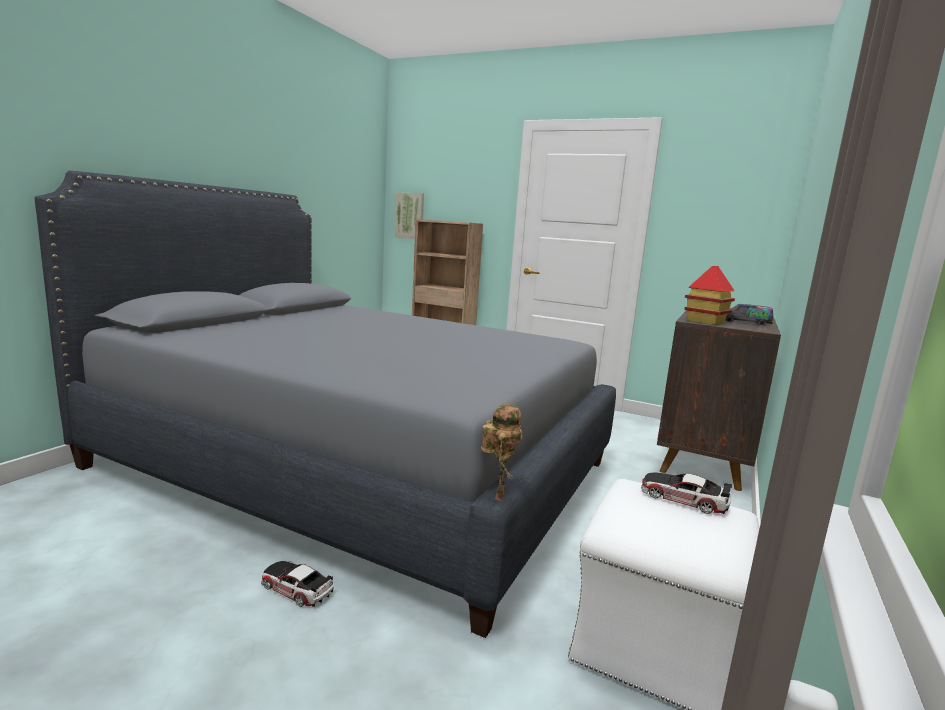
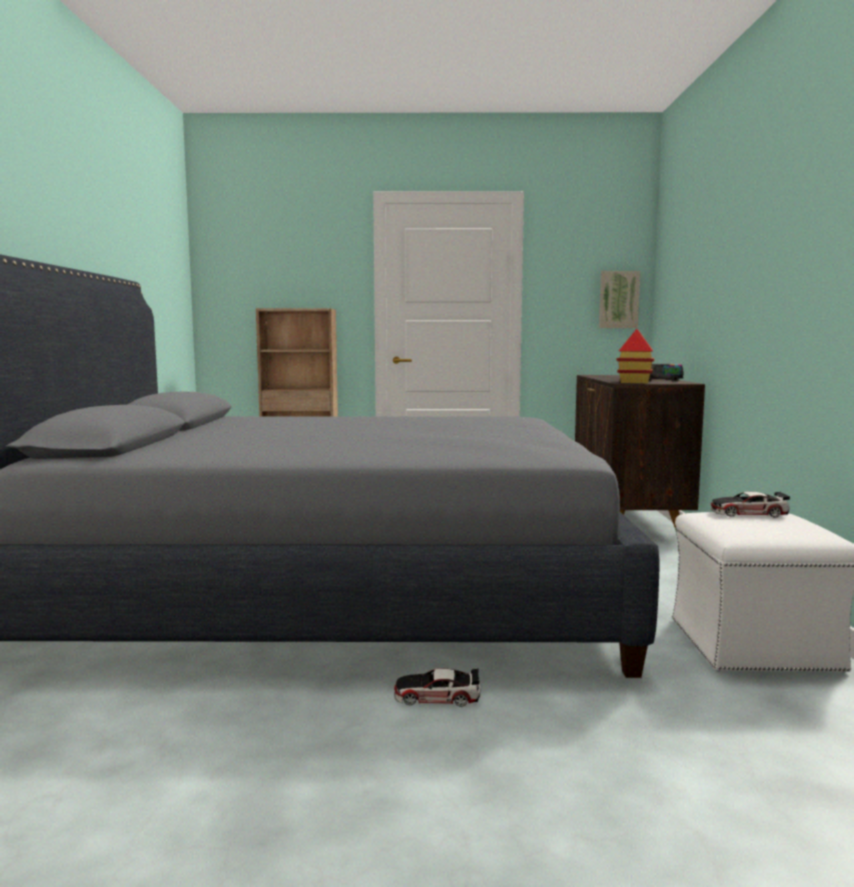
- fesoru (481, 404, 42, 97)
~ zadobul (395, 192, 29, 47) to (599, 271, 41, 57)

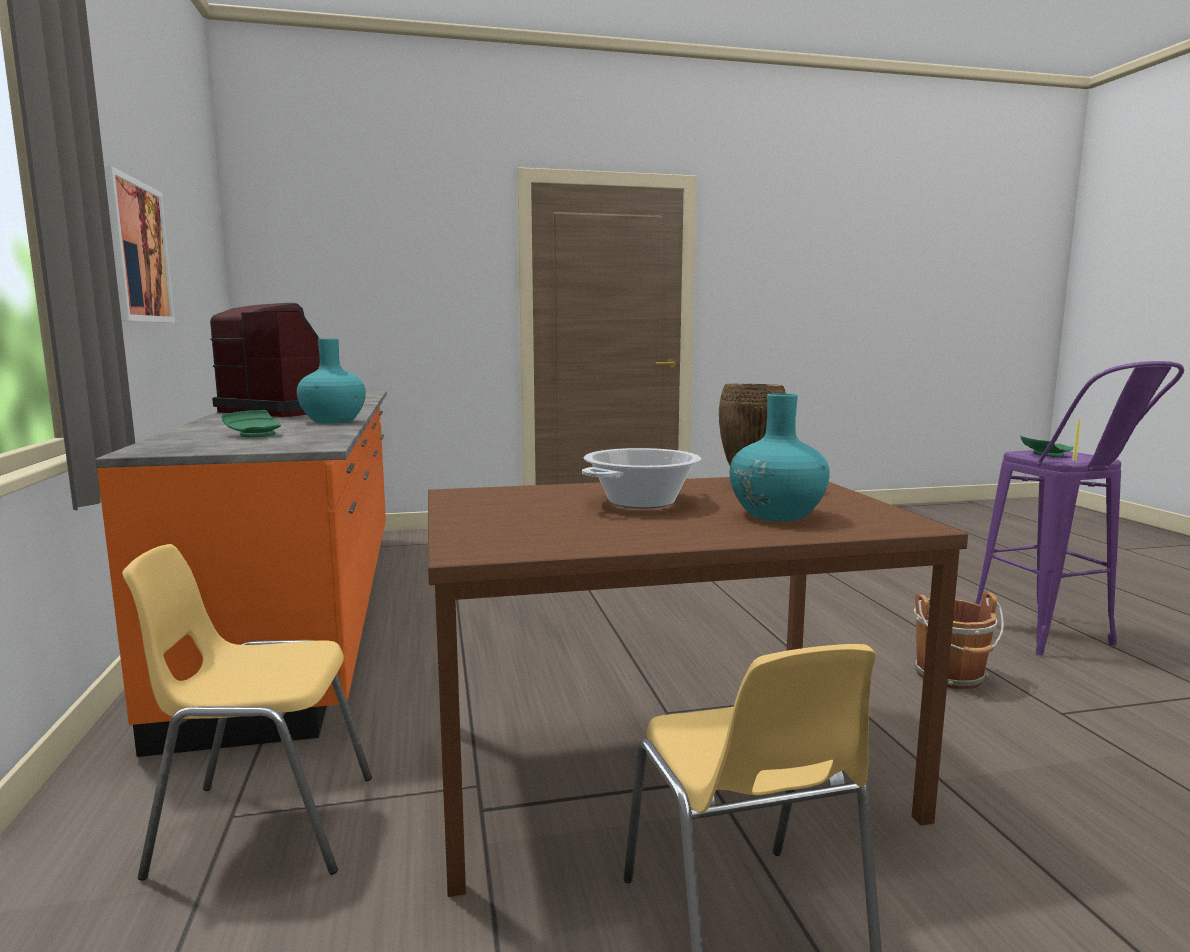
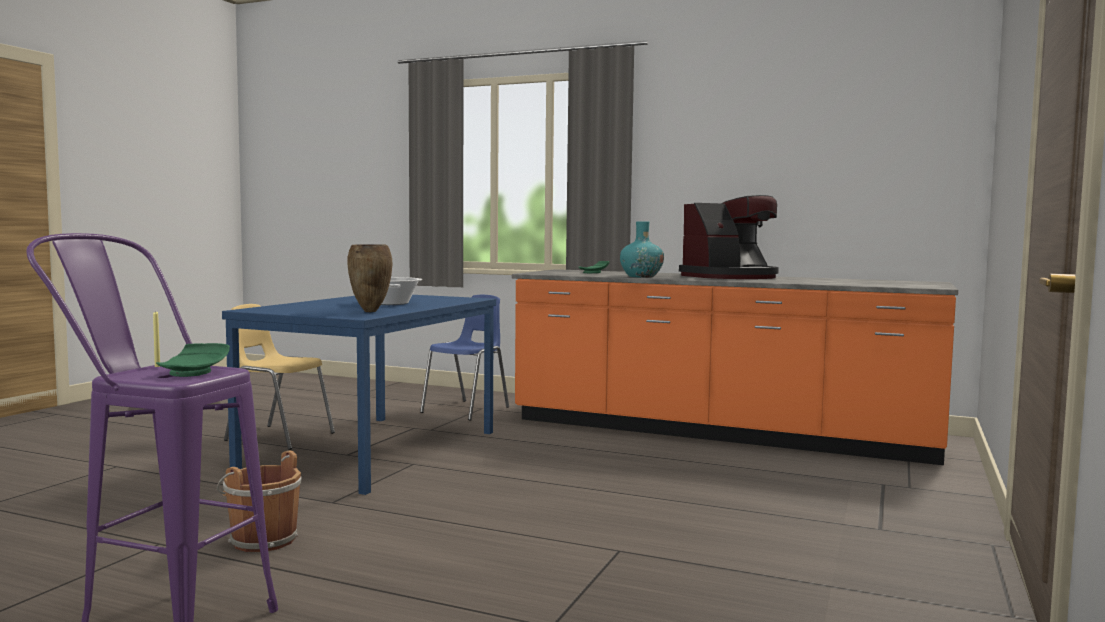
- zadobul (104, 166, 71, 157)
- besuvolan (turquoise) (730, 393, 100, 129)
~ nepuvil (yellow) (123, 544, 249, 337) to nepuvil (blue) (420, 295, 89, 126)
~ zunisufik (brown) (428, 477, 540, 420) to zunisufik (blue) (222, 295, 274, 200)

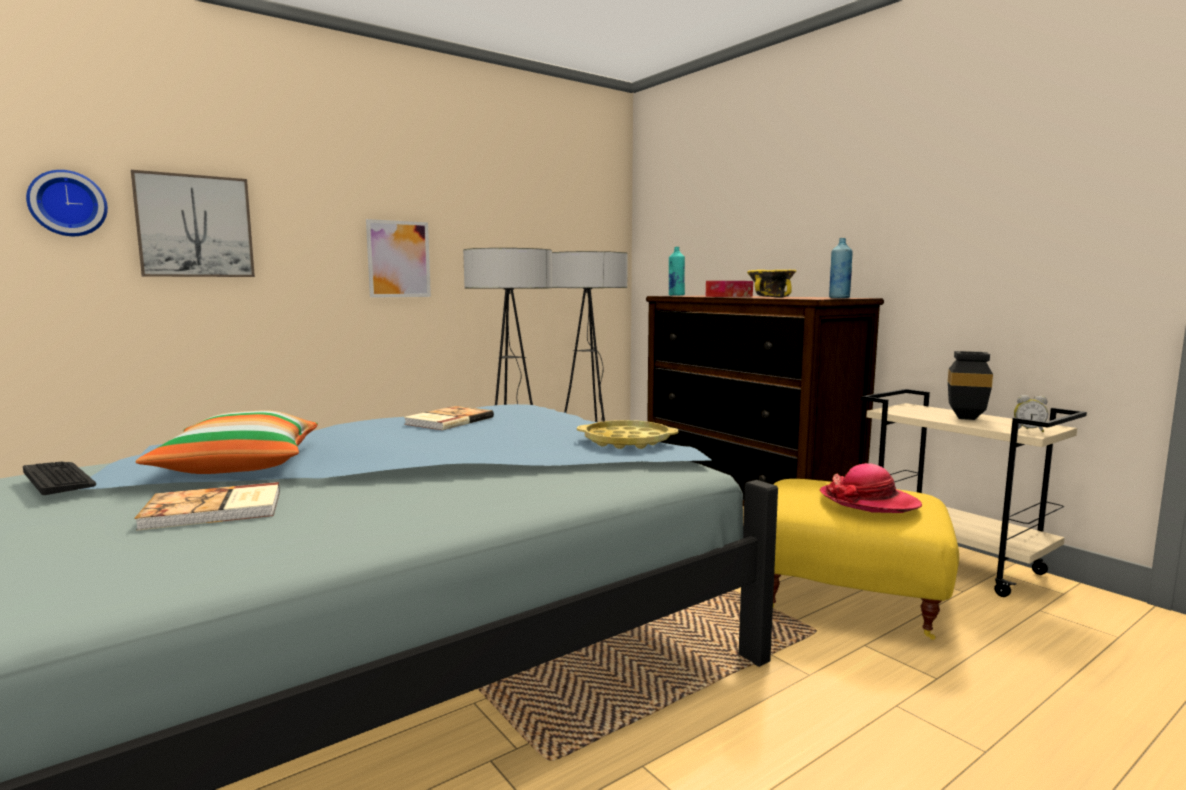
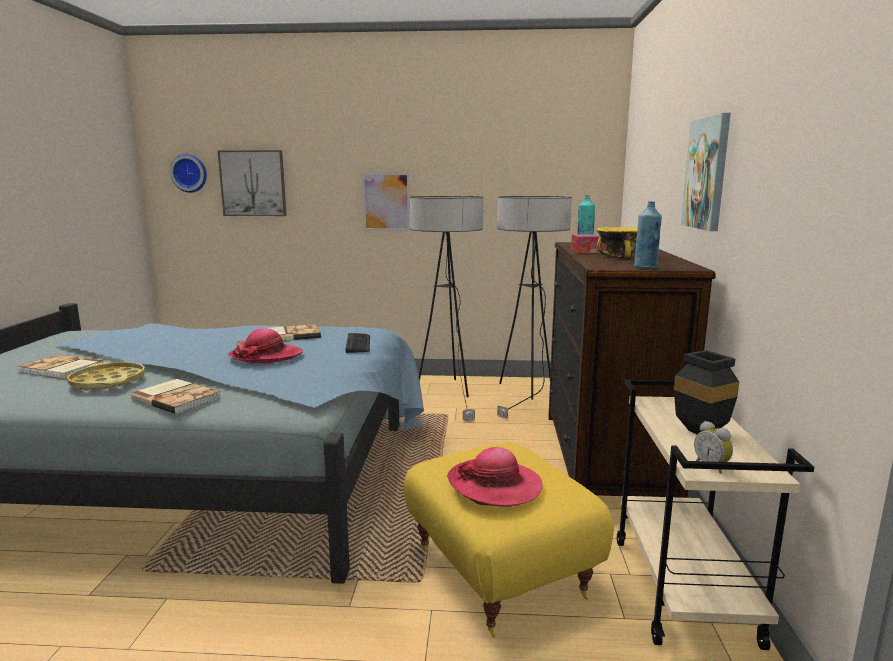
- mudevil (135, 410, 183, 64)
+ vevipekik (131, 379, 90, 35)
+ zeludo (229, 328, 74, 35)
+ zadobul (681, 113, 50, 118)
~ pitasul (23, 462, 73, 33) to (346, 333, 24, 20)
~ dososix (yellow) (577, 420, 101, 29) to (67, 362, 78, 29)

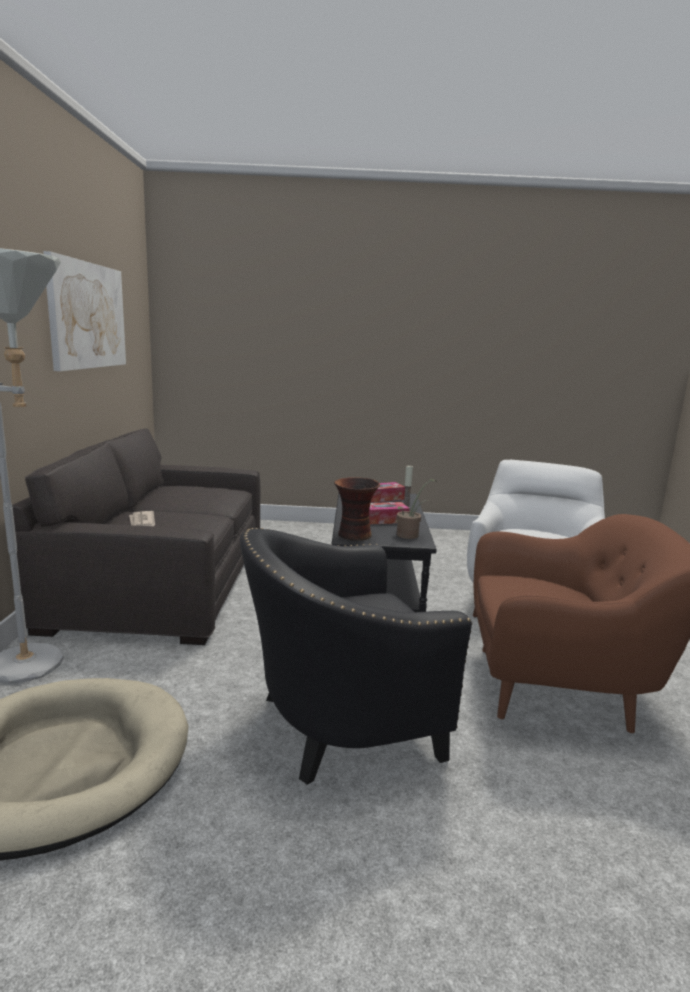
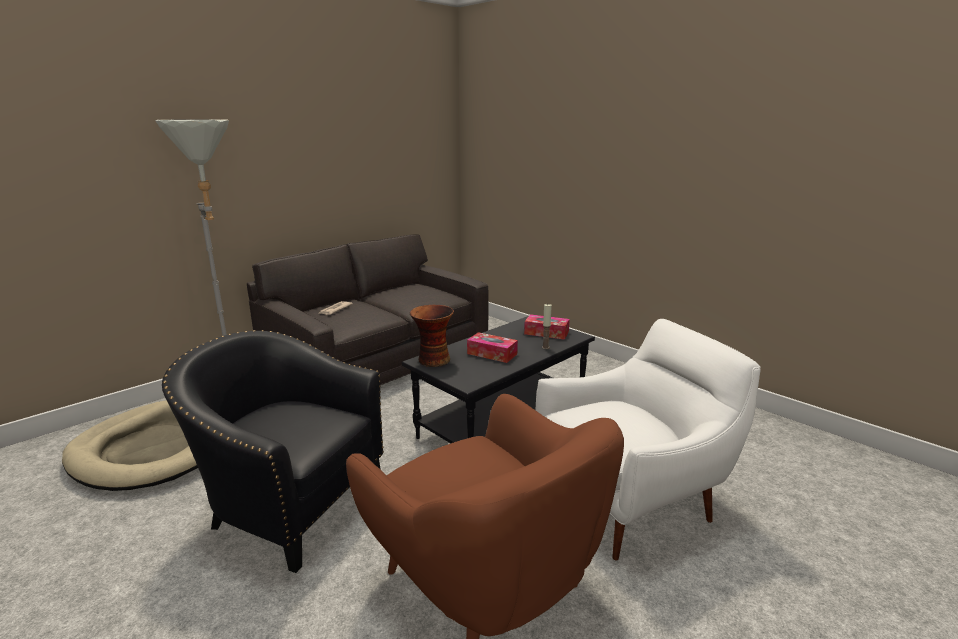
- zadobul (43, 251, 83, 120)
- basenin (397, 479, 39, 60)

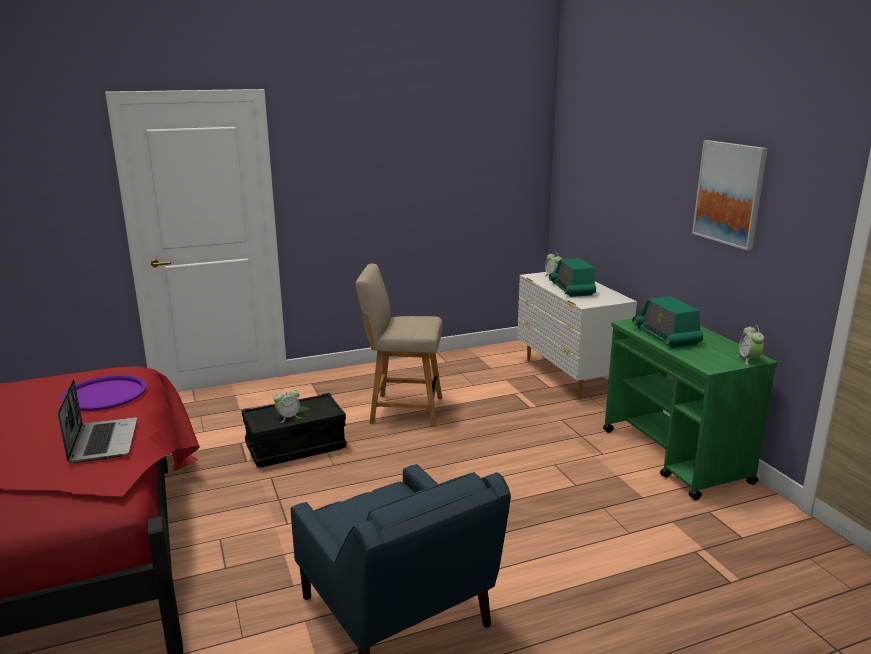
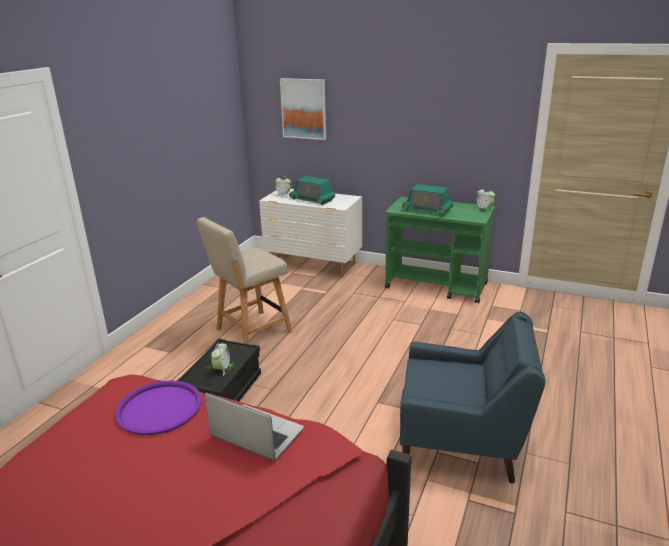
~ zadobul (692, 140, 76, 110) to (280, 78, 46, 62)

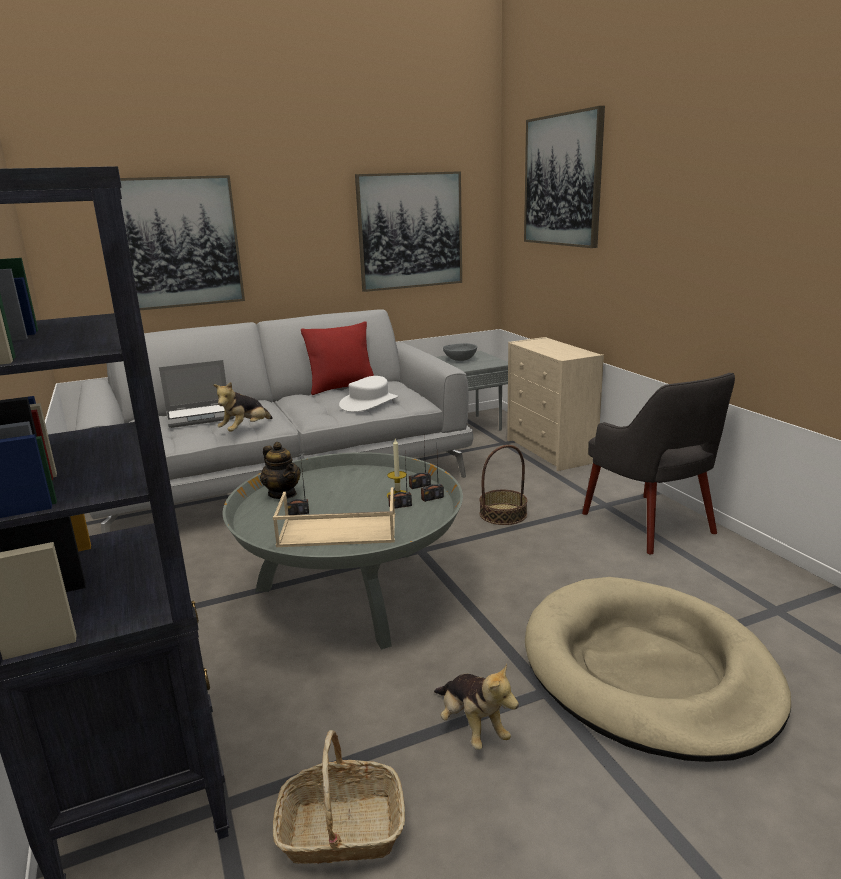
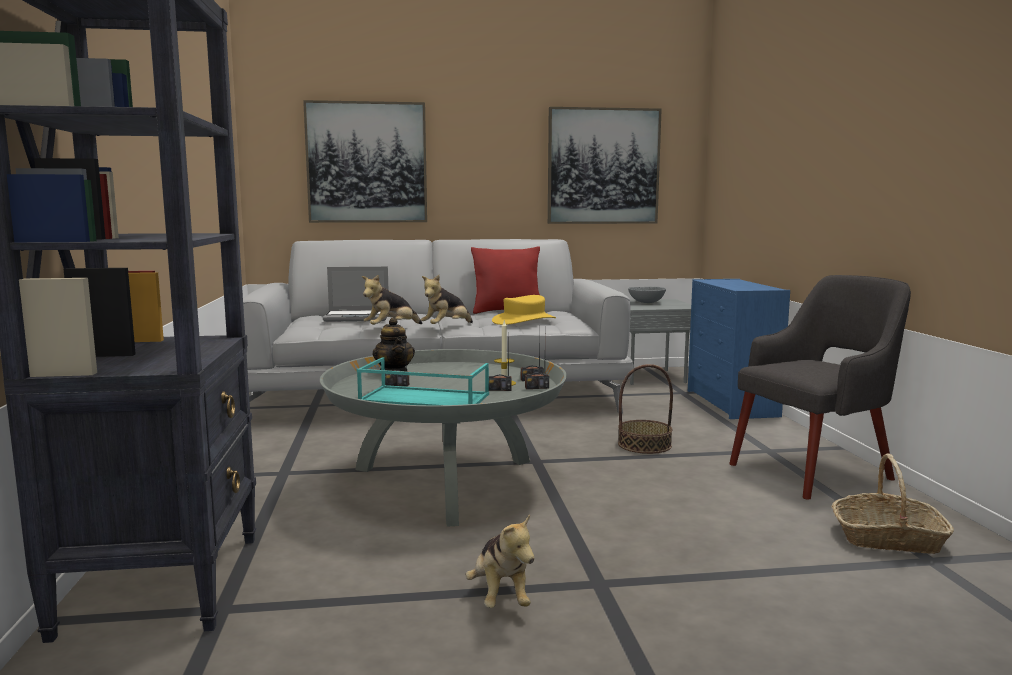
- zadobul (524, 106, 81, 142)
- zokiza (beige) (525, 577, 266, 185)
+ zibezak (421, 275, 52, 49)
~ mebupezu (273, 730, 132, 134) to (831, 454, 123, 100)
~ dososix (beige) (273, 487, 122, 60) to dososix (turquoise) (357, 357, 132, 48)
~ zeludo (white) (339, 376, 59, 36) to zeludo (yellow) (492, 295, 64, 30)
~ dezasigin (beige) (507, 337, 97, 134) to dezasigin (blue) (688, 279, 102, 140)
~ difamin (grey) (582, 373, 153, 181) = (729, 275, 182, 225) 105 degrees counterclockwise

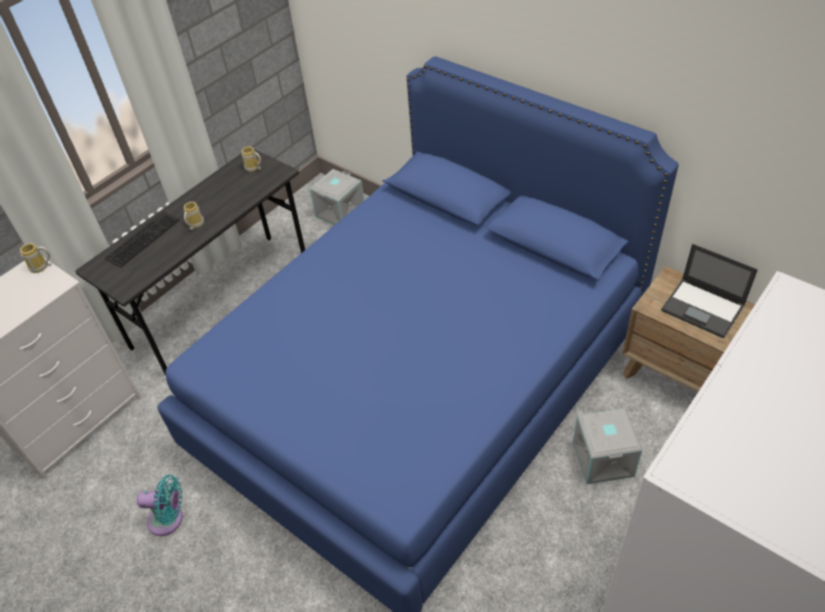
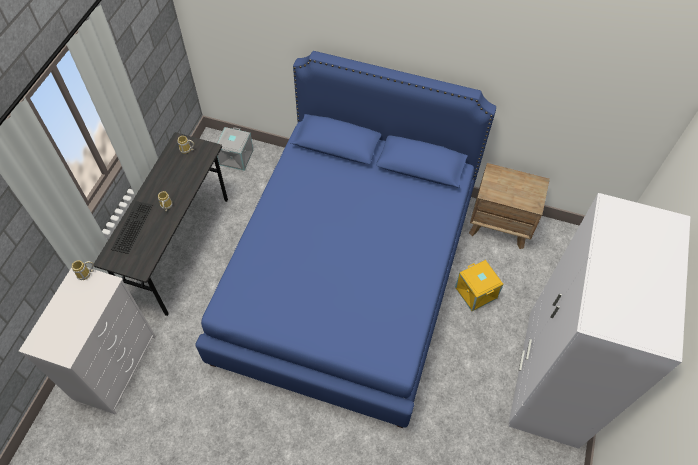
- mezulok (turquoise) (137, 475, 46, 61)
- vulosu (661, 244, 97, 94)
~ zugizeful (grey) (573, 408, 69, 77) to zugizeful (yellow) (455, 260, 49, 51)

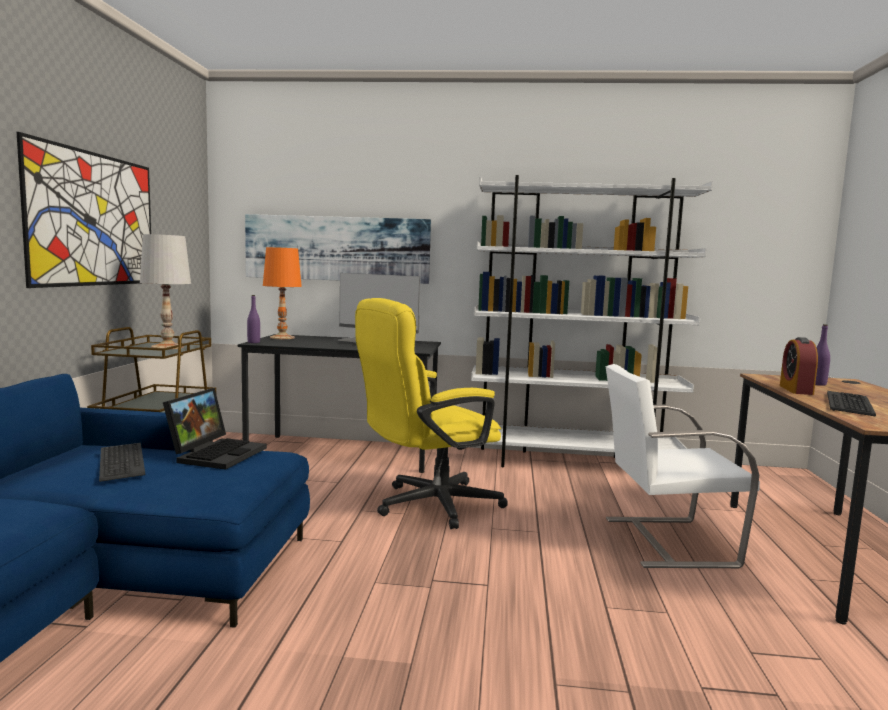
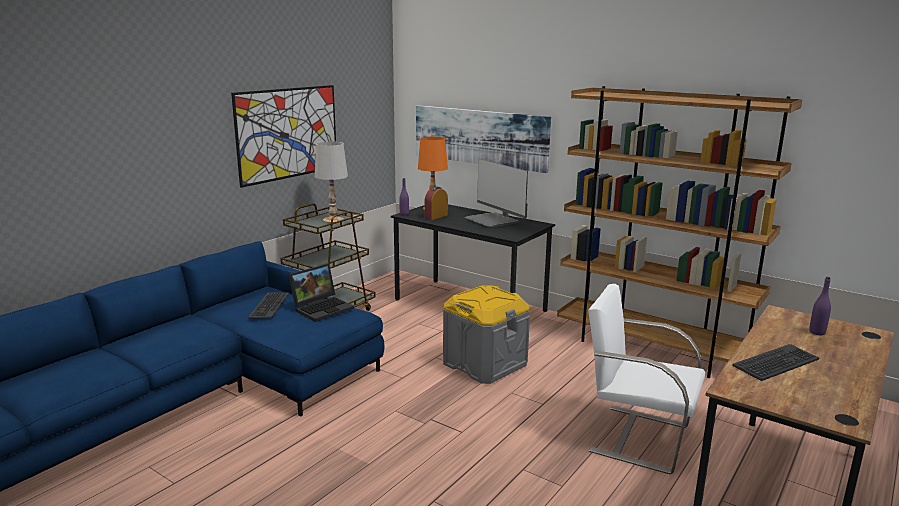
~ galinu (780, 337, 38, 58) to (424, 186, 24, 34)
~ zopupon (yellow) (355, 298, 153, 231) to zugizeful (grey) (443, 285, 87, 99)
~ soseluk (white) (471, 175, 242, 292) to soseluk (brown) (557, 86, 245, 292)

